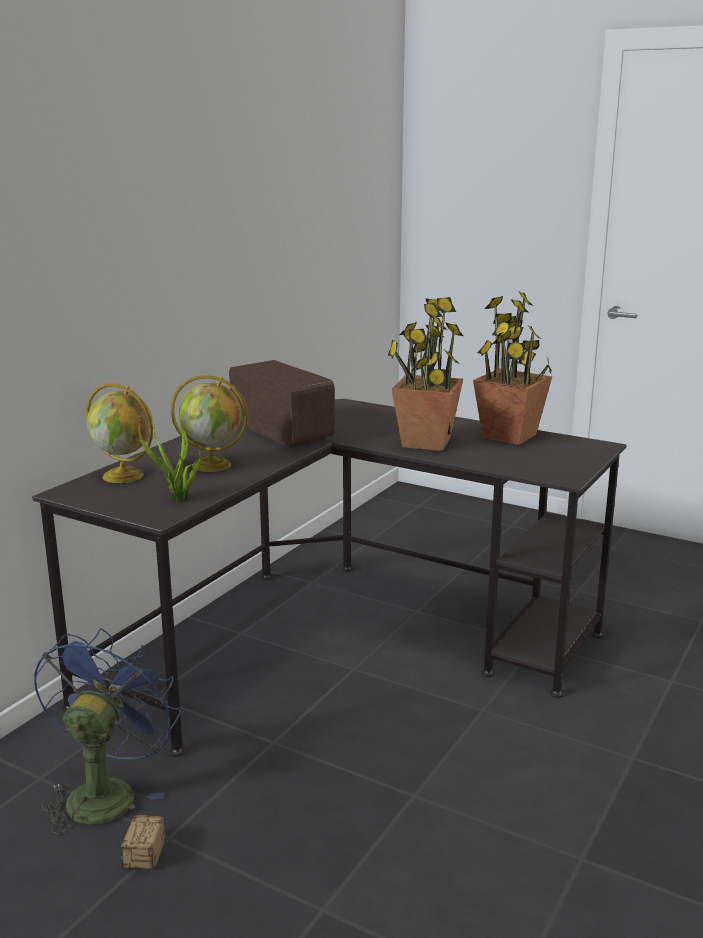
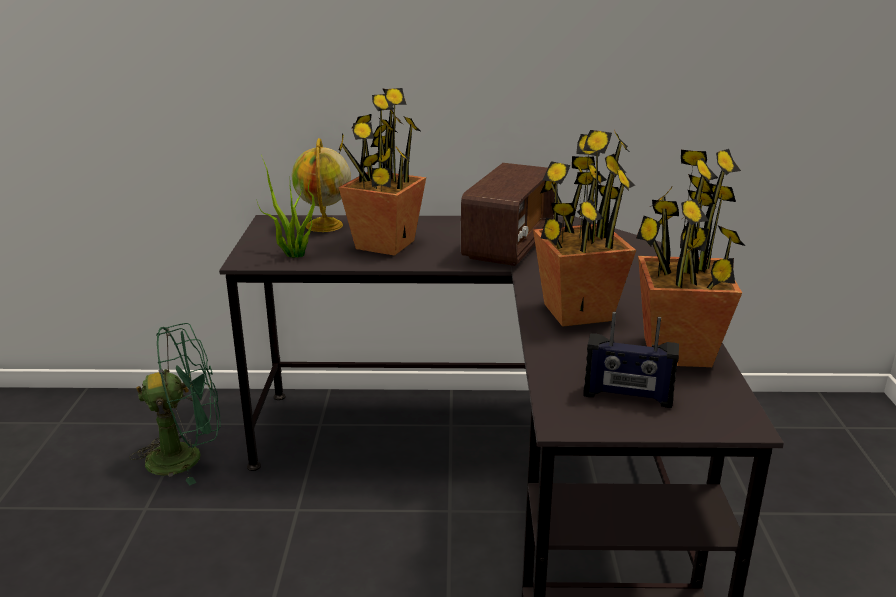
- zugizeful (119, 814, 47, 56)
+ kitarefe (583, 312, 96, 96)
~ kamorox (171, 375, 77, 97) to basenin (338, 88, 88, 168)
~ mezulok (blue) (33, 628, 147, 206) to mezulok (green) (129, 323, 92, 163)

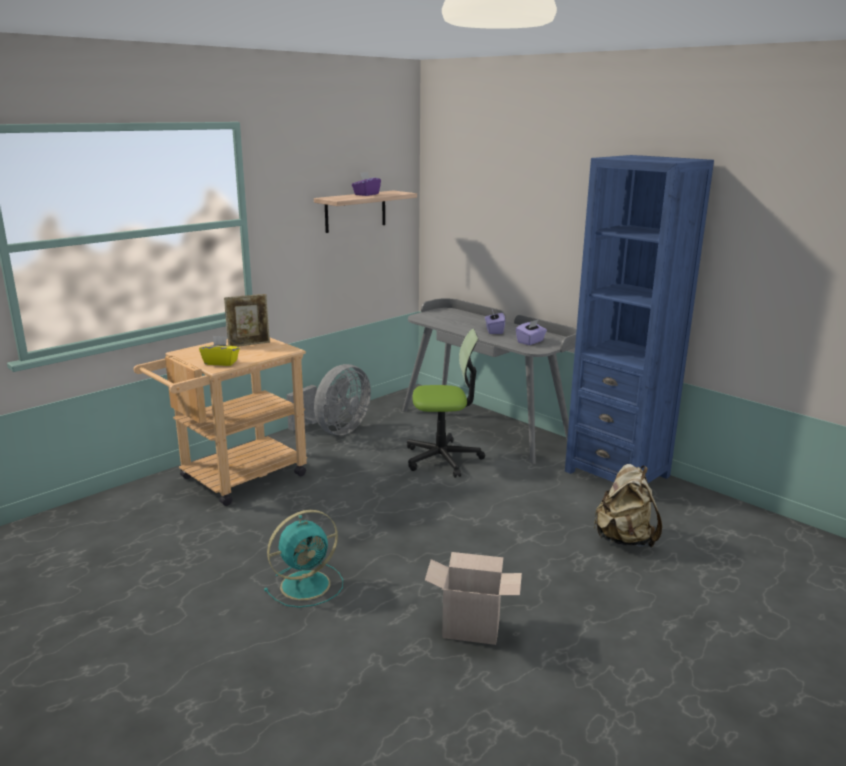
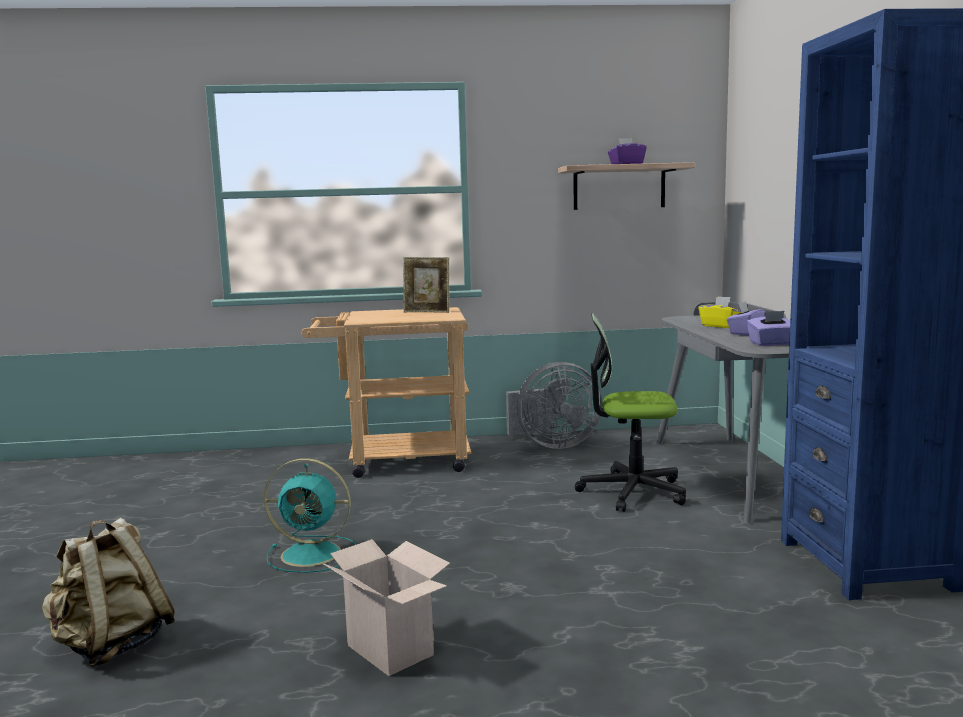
~ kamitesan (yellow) (199, 336, 41, 30) to (699, 296, 43, 32)
~ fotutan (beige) (593, 464, 69, 84) to (42, 518, 133, 149)
~ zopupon (407, 329, 78, 149) = (575, 313, 111, 199) 150 degrees clockwise

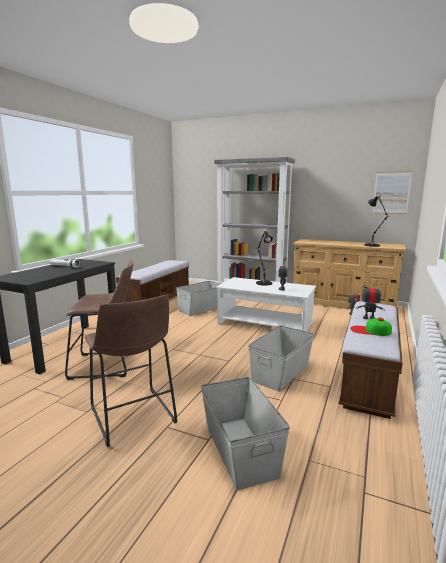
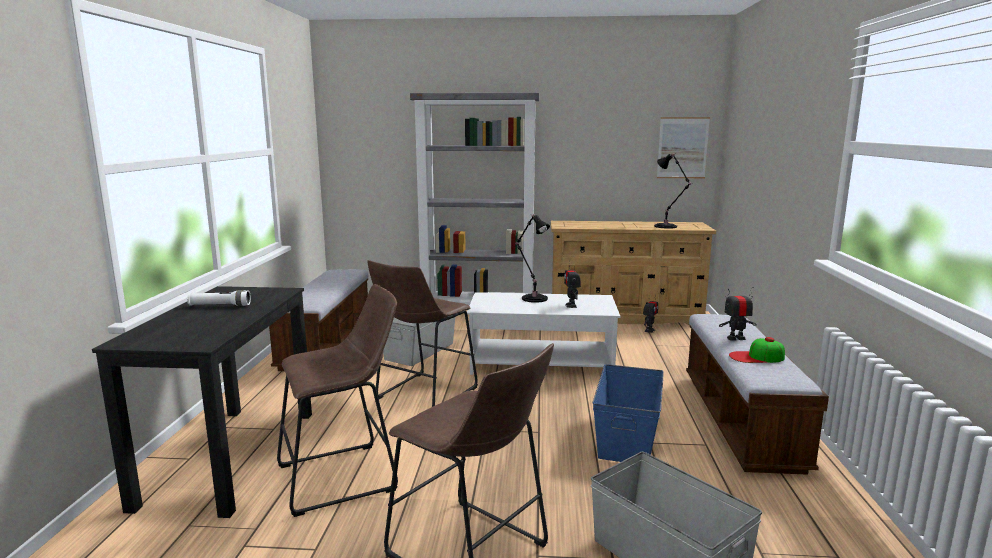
+ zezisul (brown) (367, 260, 111, 147)
~ zugizeful (grey) (248, 325, 66, 67) to zugizeful (blue) (592, 364, 72, 98)

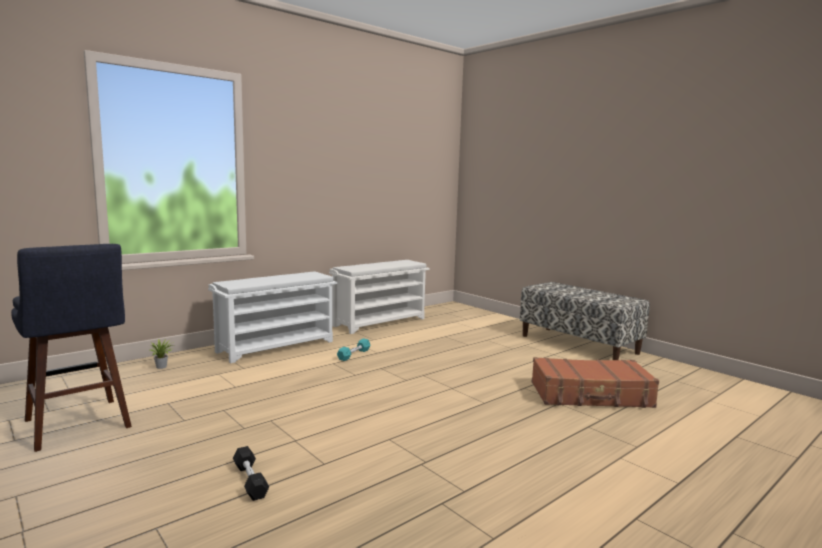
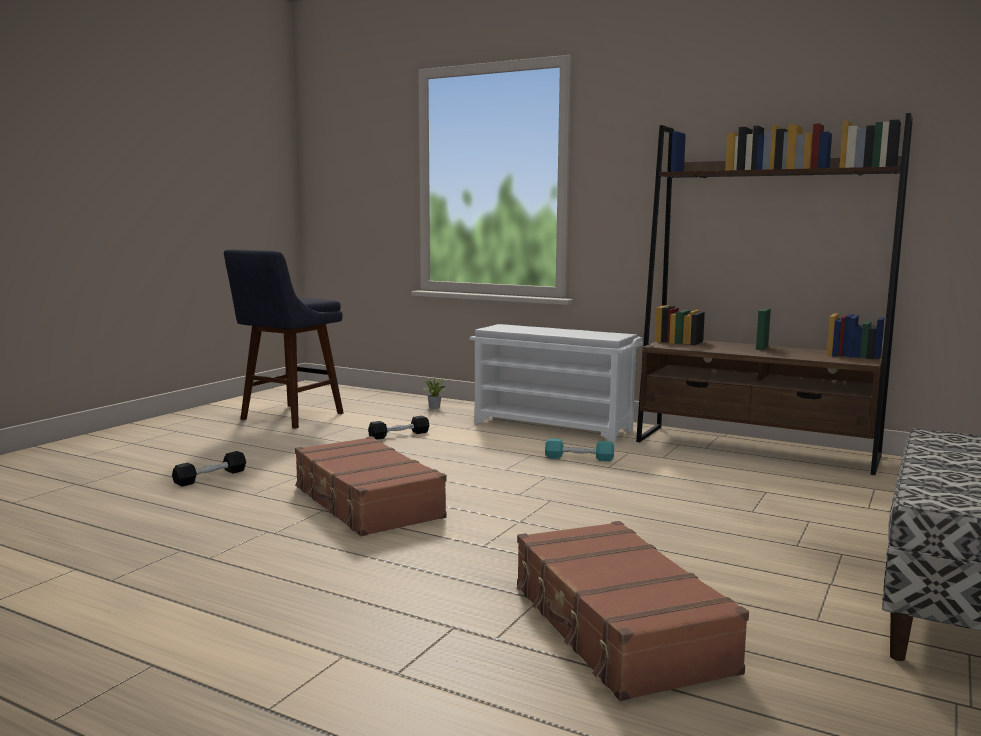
+ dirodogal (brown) (295, 436, 152, 100)
+ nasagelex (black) (368, 416, 61, 24)
~ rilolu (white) (329, 260, 101, 74) to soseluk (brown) (636, 113, 277, 362)

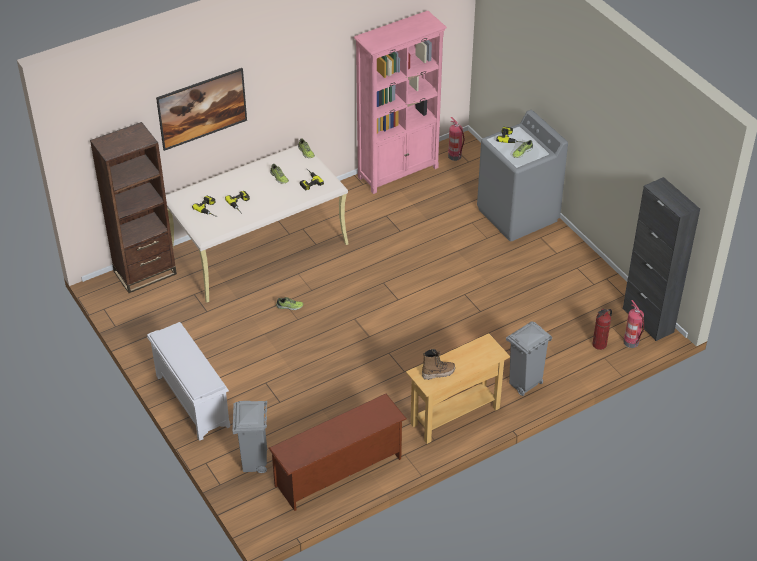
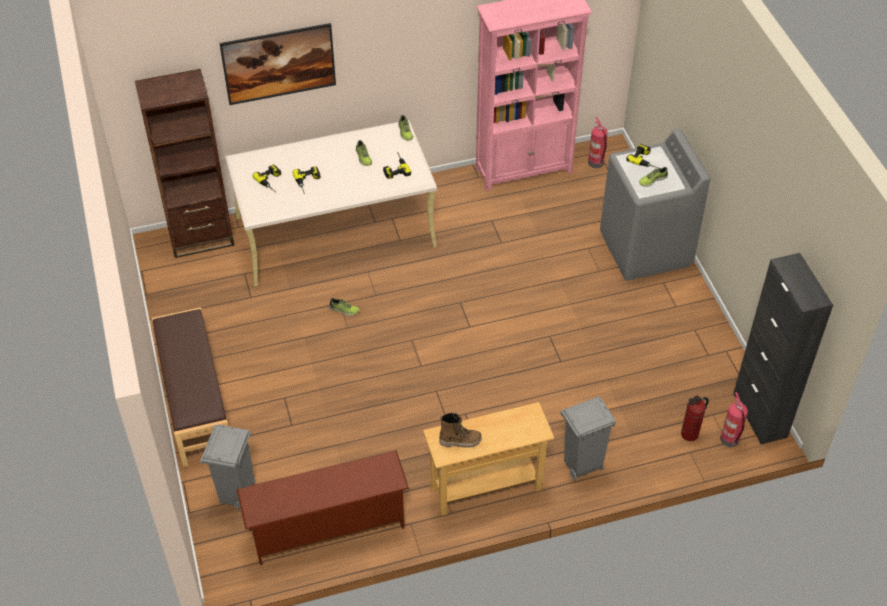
~ rilolu (white) (147, 322, 83, 119) to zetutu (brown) (151, 307, 77, 160)

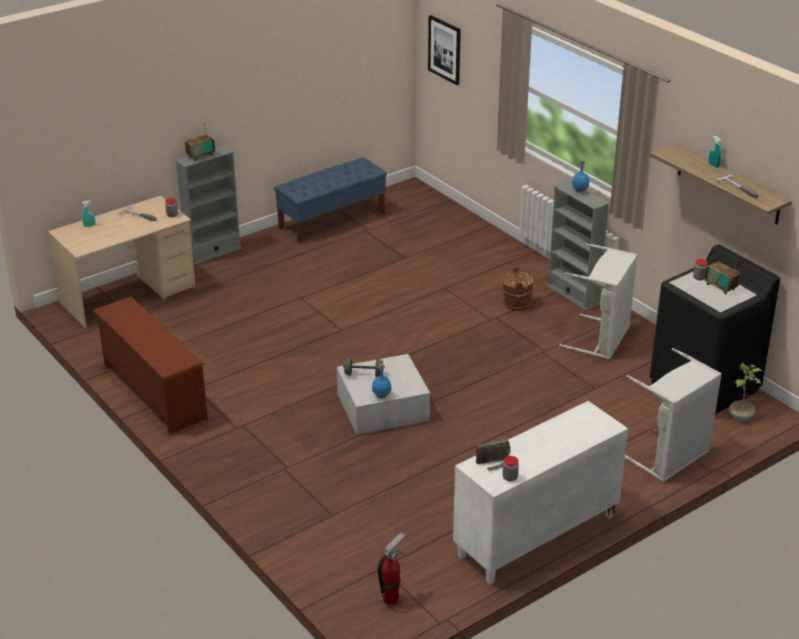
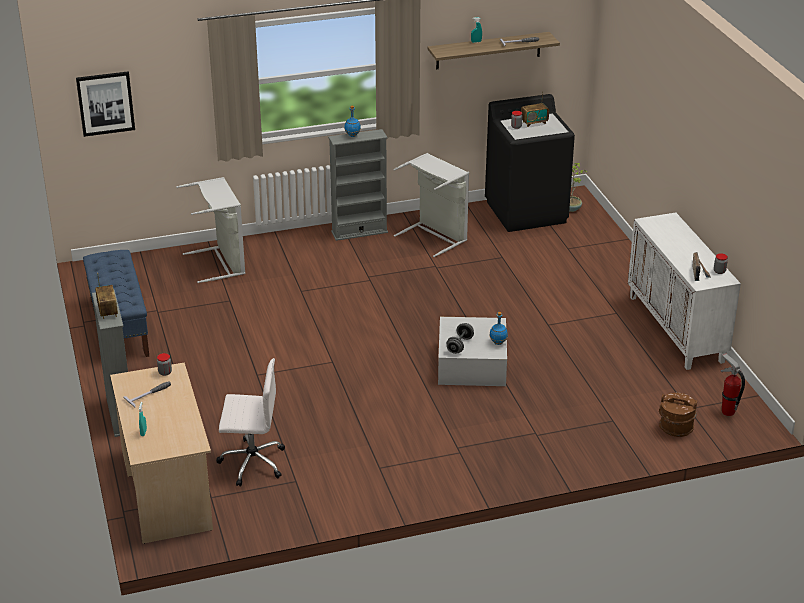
- rilolu (brown) (93, 296, 115, 138)
+ zopupon (white) (216, 358, 69, 129)
~ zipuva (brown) (502, 267, 32, 44) to (659, 392, 38, 45)
~ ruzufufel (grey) (625, 348, 97, 134) to (176, 177, 69, 106)

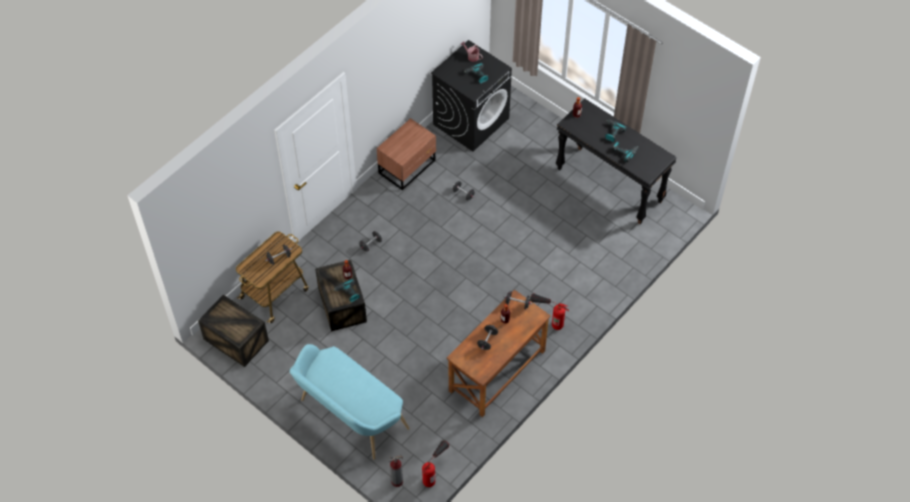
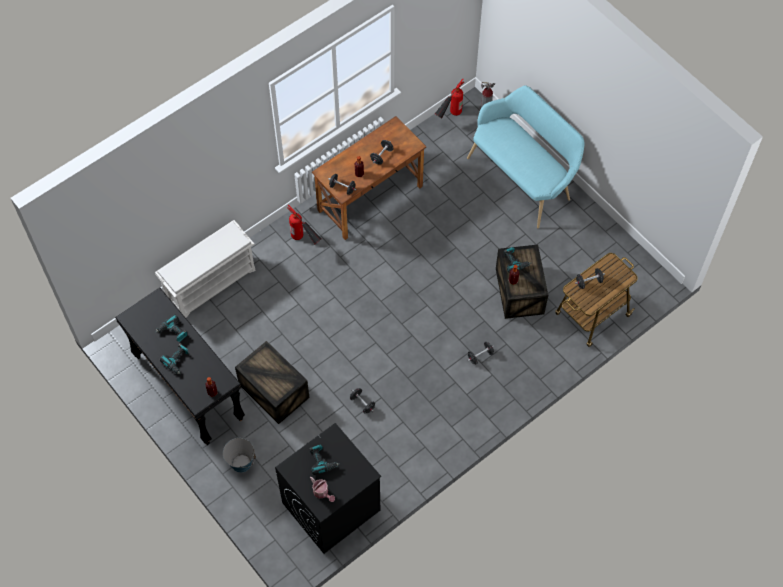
- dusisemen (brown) (377, 118, 59, 72)
+ rilolu (white) (155, 220, 100, 98)
+ zipuva (223, 438, 33, 35)
~ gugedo (198, 295, 71, 72) to (235, 341, 75, 83)

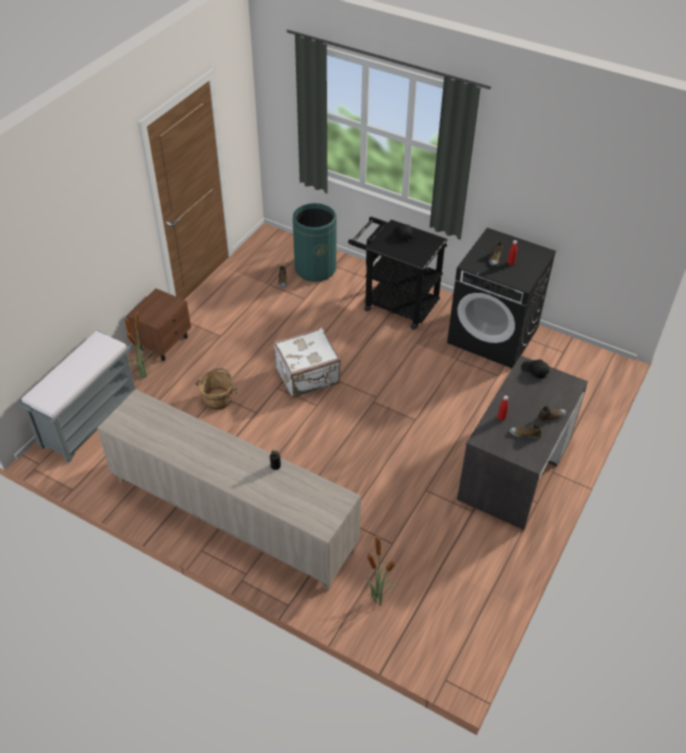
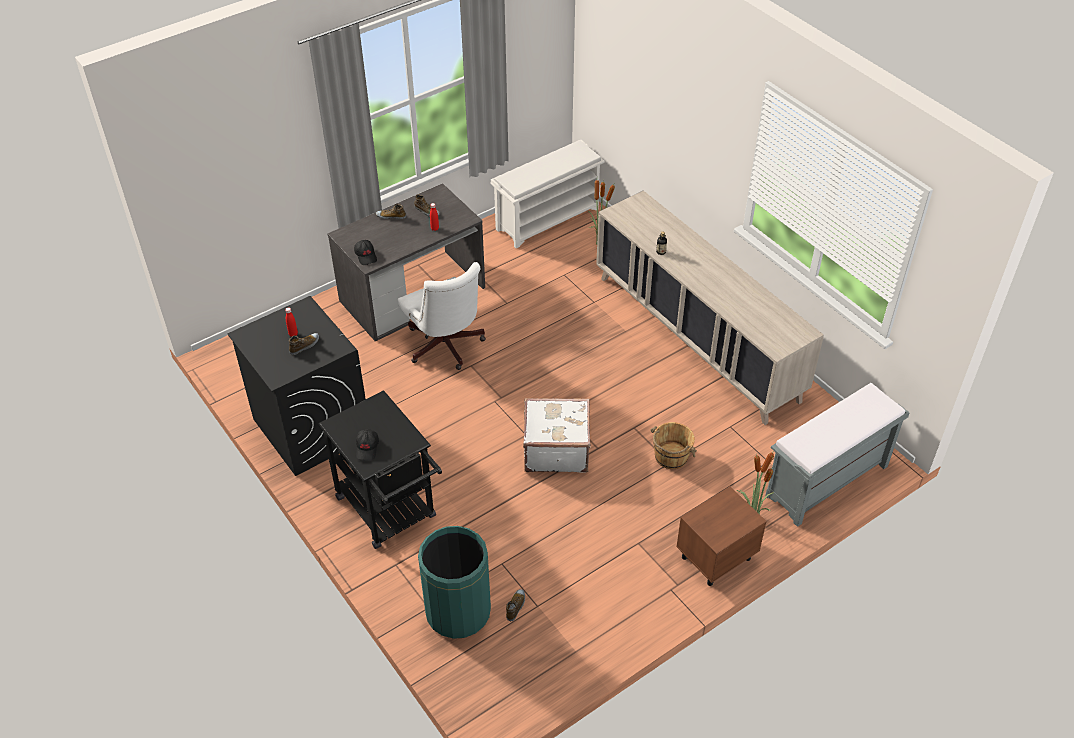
+ zopupon (white) (398, 262, 88, 108)
+ rilolu (white) (490, 140, 115, 108)

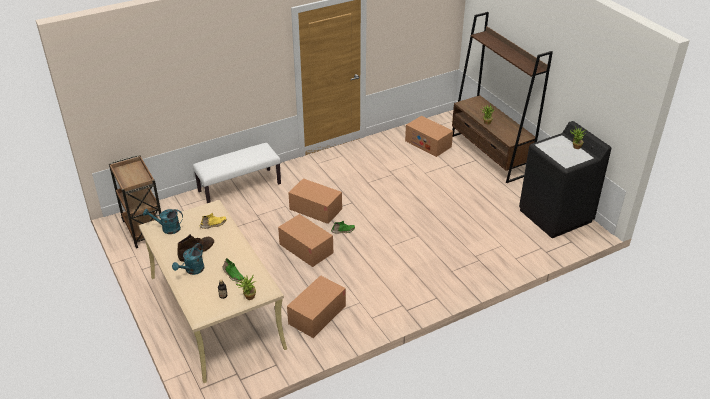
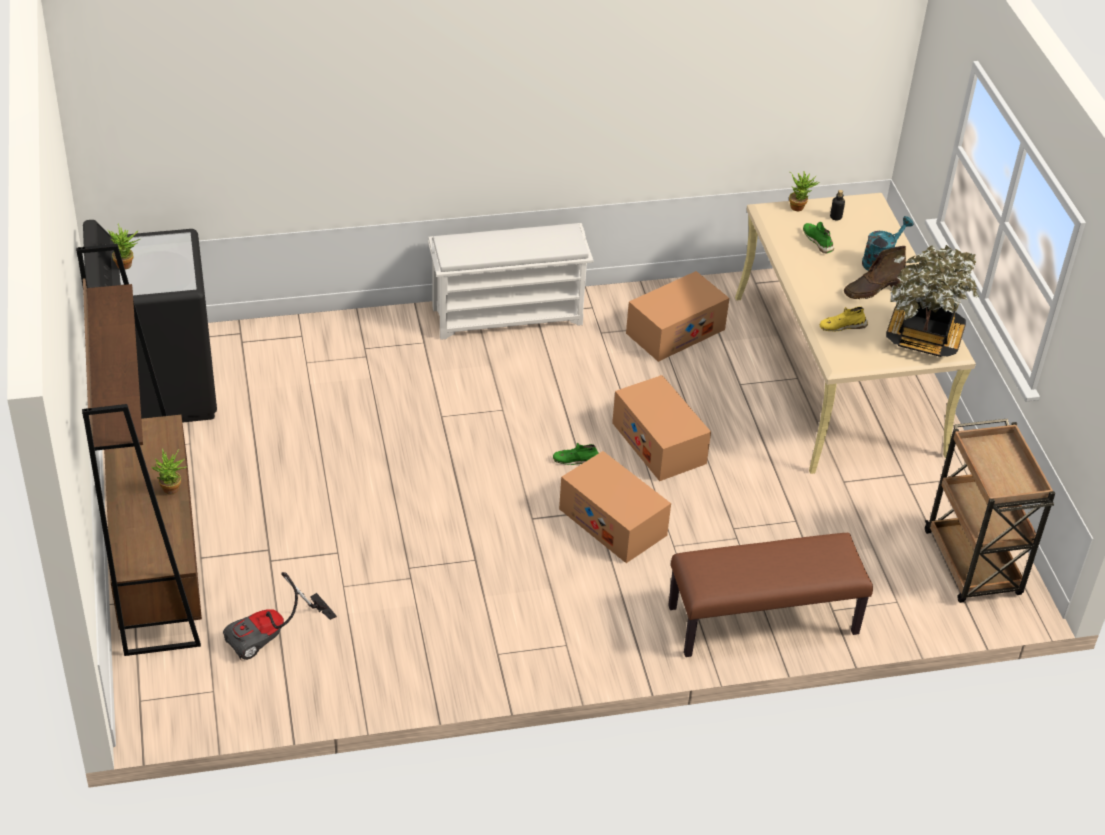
+ rilolu (white) (428, 223, 165, 117)
~ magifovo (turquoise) (143, 209, 40, 25) to basenin (886, 245, 93, 112)
~ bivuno (405, 116, 48, 41) to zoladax (223, 572, 114, 88)
~ zetutu (white) (193, 143, 88, 60) to zetutu (brown) (668, 533, 205, 124)

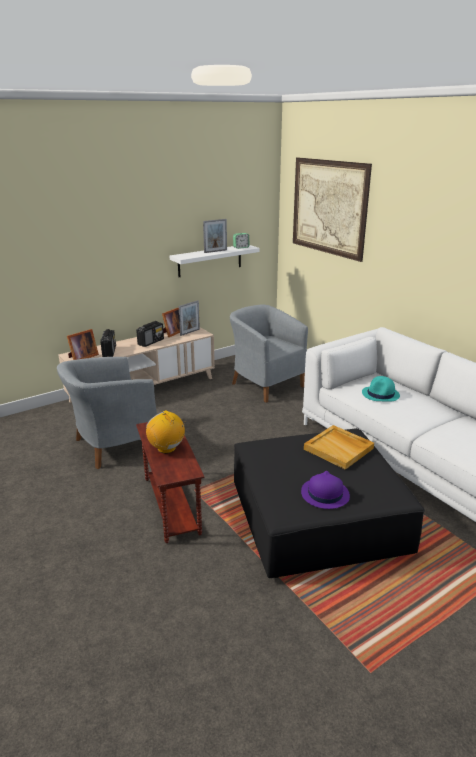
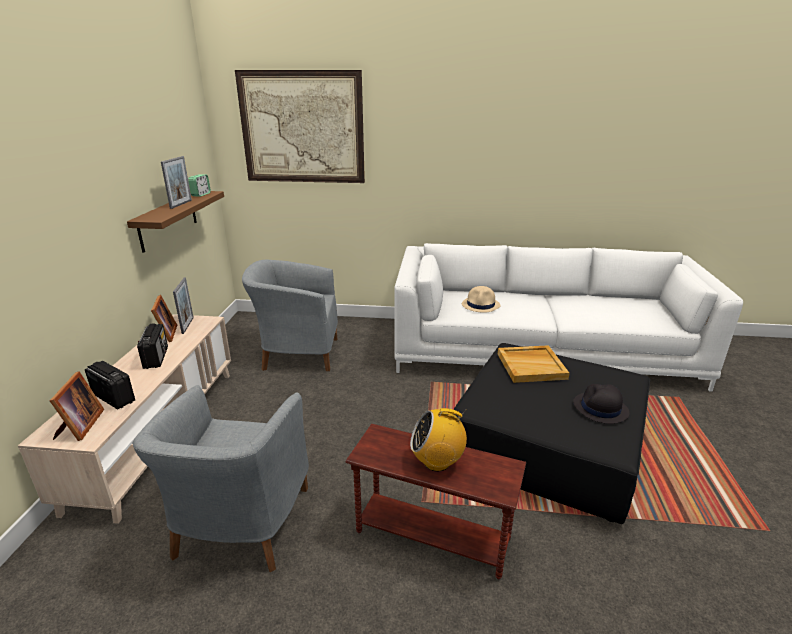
~ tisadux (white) (170, 245, 90, 32) to tisadux (brown) (127, 191, 97, 62)
~ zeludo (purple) (301, 471, 49, 38) to zeludo (black) (573, 384, 56, 40)
~ zeludo (turquoise) (362, 376, 38, 25) to zeludo (beige) (462, 286, 39, 26)

